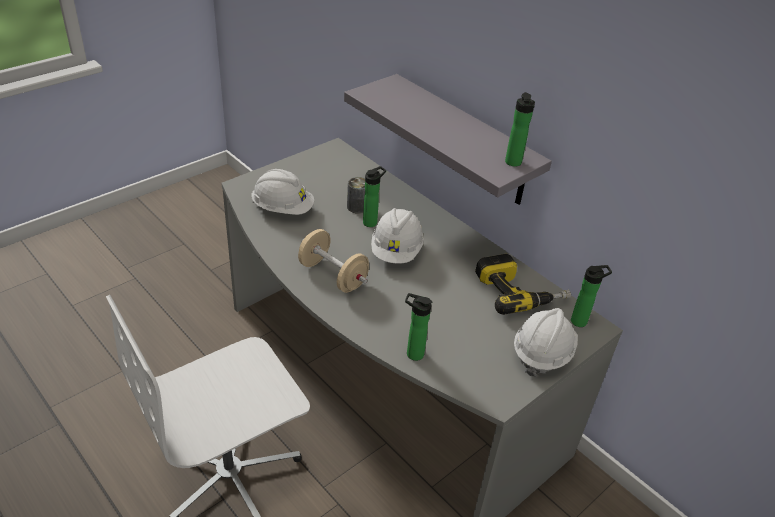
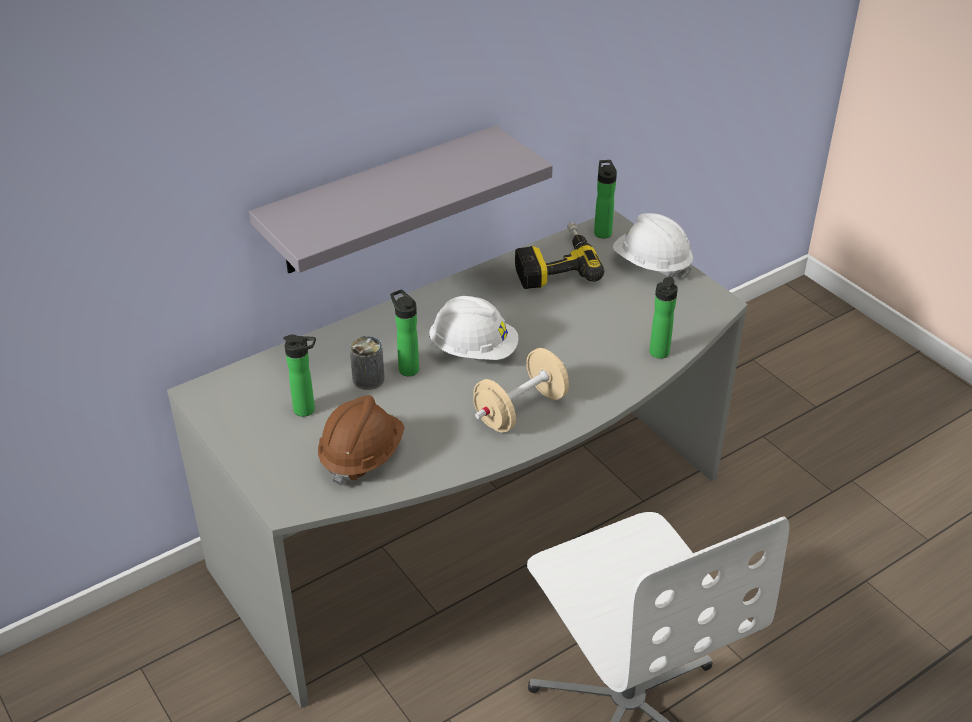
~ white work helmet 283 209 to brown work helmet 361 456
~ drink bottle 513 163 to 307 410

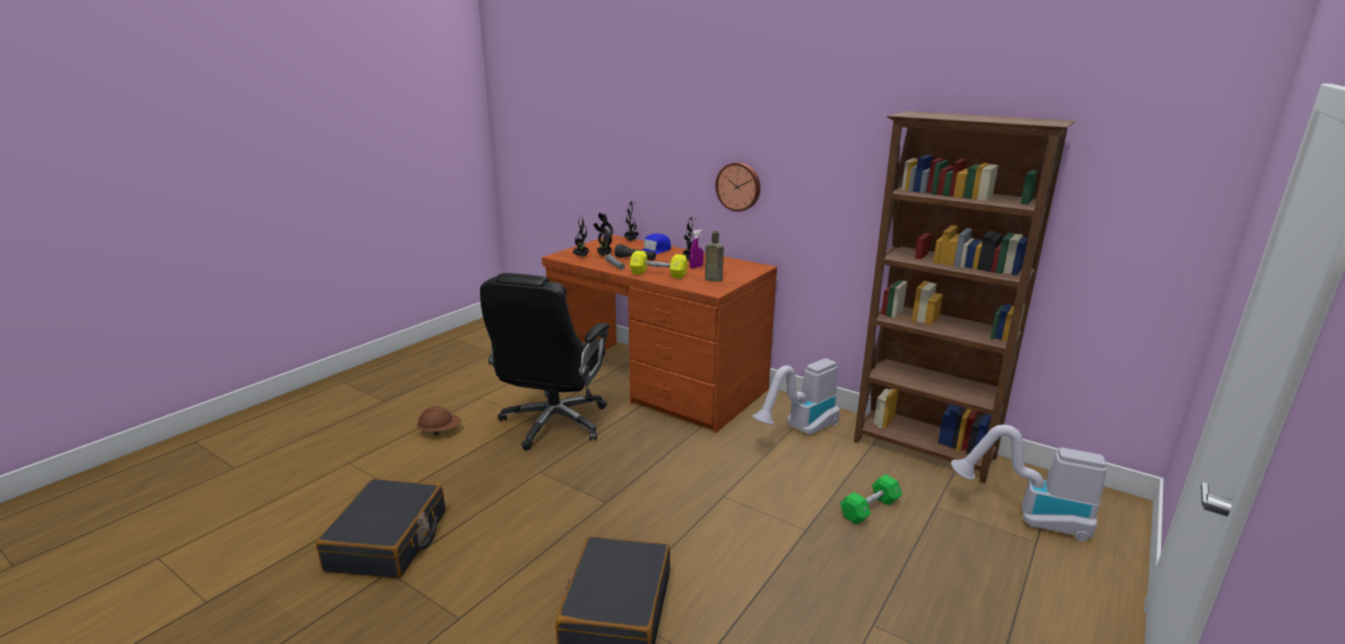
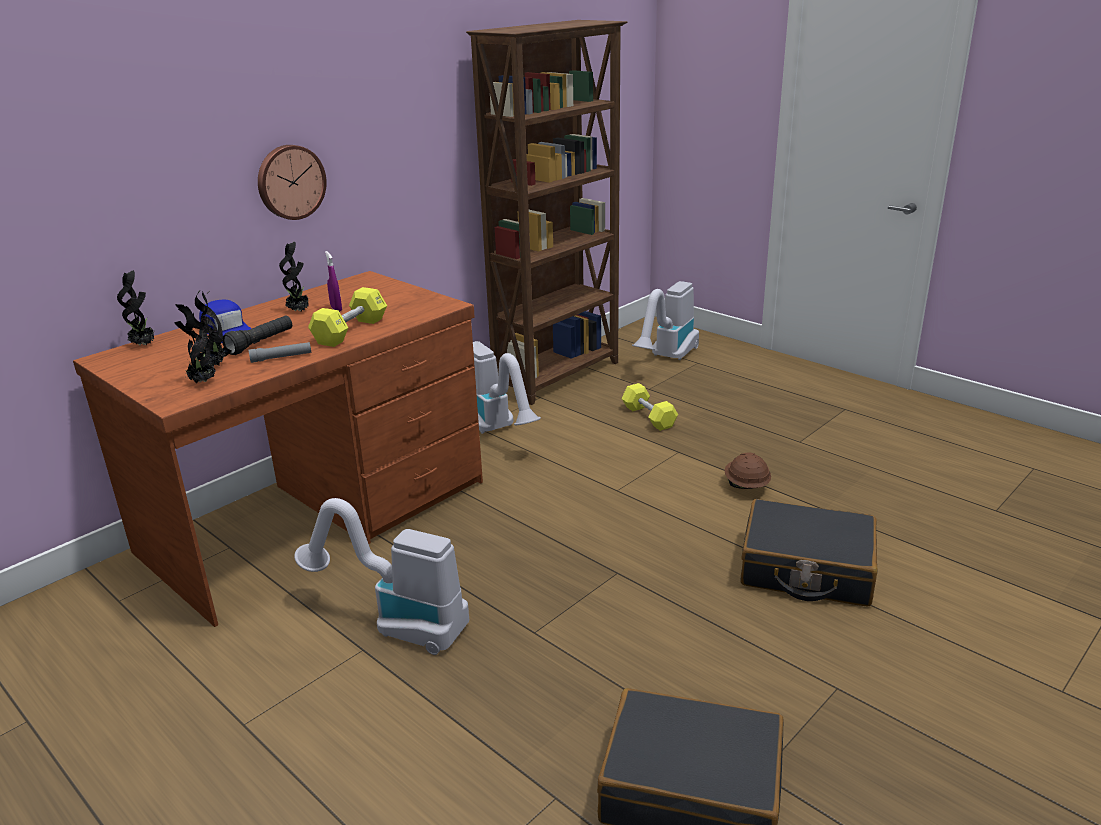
~ brown work helmet 440 432 to 746 486
~ blackish computer chair 553 423 to vacuum 395 622
- brown drink bottle 712 279
~ green-coloured hand weight 869 509 to yellow hand weight 649 417

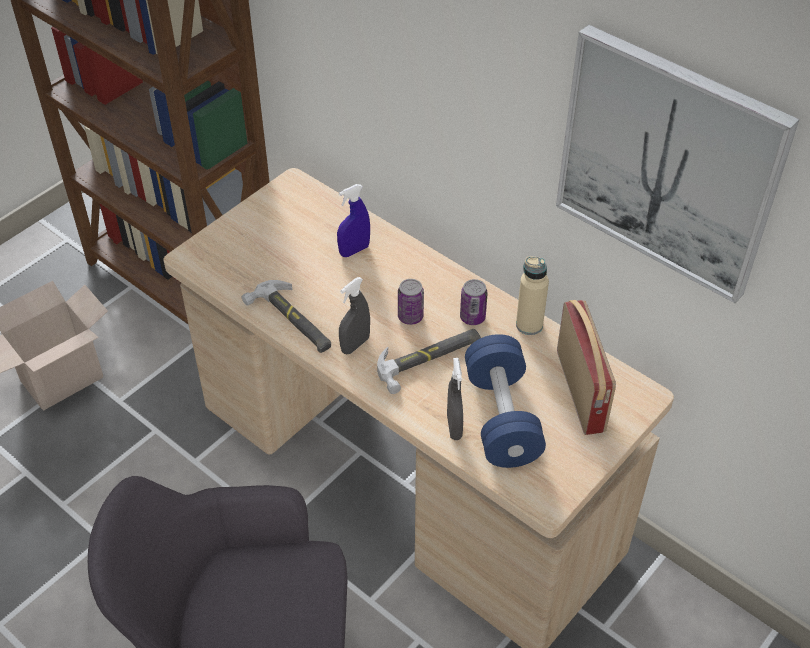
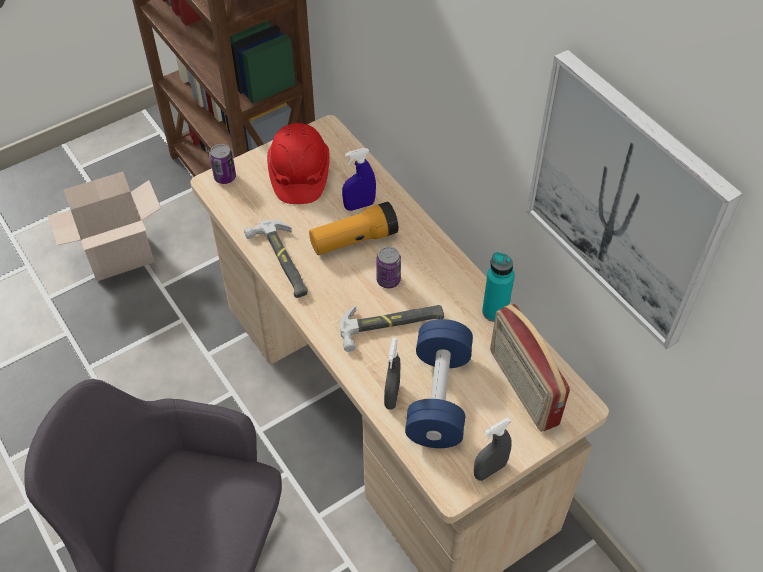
~ greyish spray bottle 355 345 to 489 470
~ can 472 317 to 225 177
~ beige-coloured drink bottle 529 325 to turquoise-coloured drink bottle 495 311
~ radio receiver 581 391 = 522 388 150 degrees clockwise
+ reddish work helmet 299 174
+ flashlight 354 240

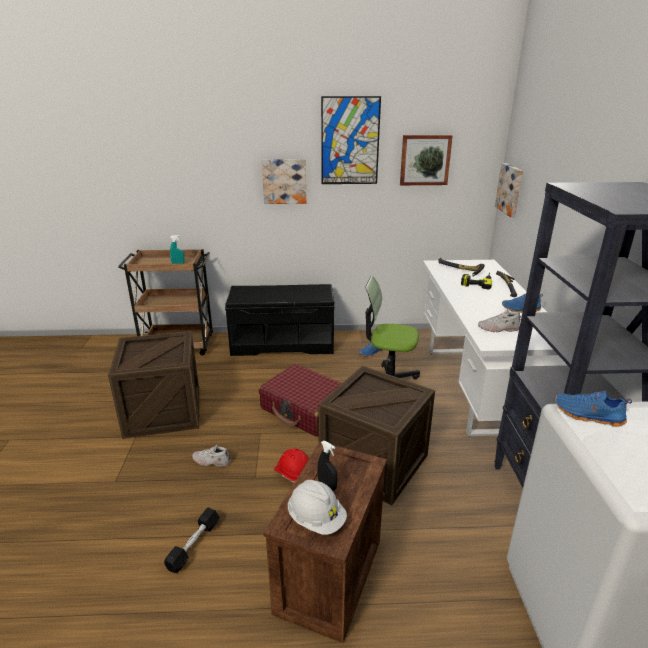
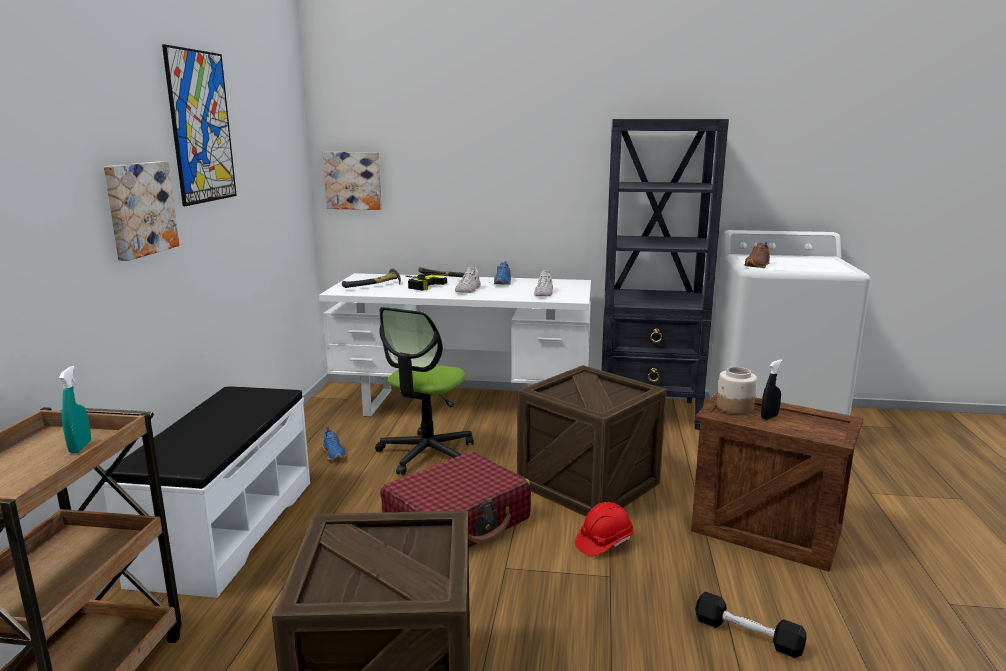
~ white item of footwear 211 461 to 468 290
~ blackish bench 282 343 to white bench 226 529
- white work helmet 316 519
- wall art 425 160
~ blue item of footwear 588 416 to brown item of footwear 758 266
+ preserve jar 735 407

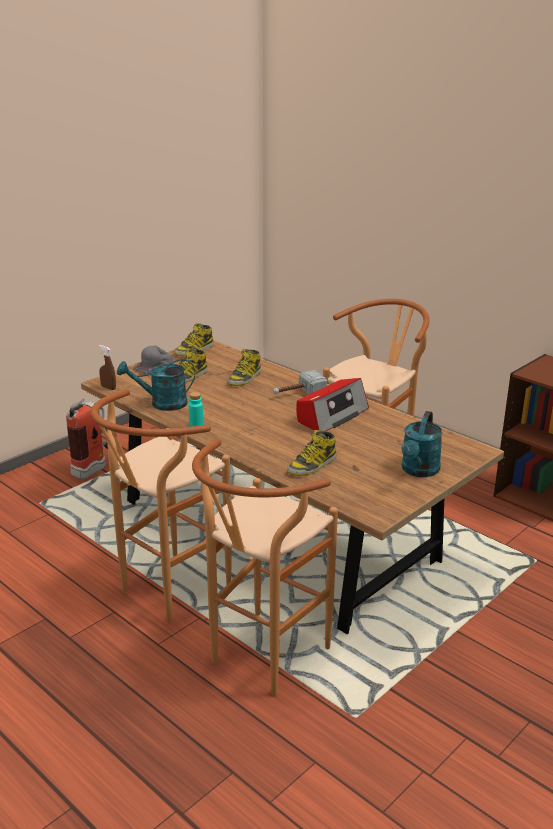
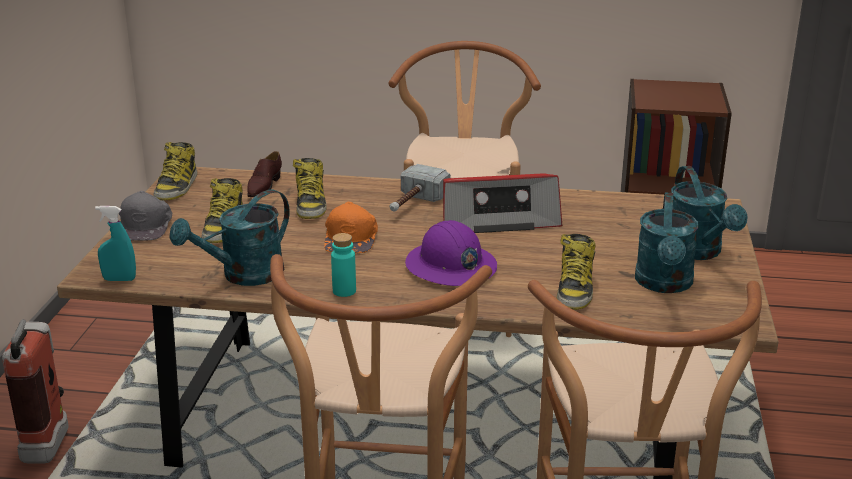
~ brown spray bottle 108 388 to turquoise-coloured spray bottle 119 279
~ radio receiver 331 415 = 498 219 75 degrees clockwise
+ brown item of footwear 263 186
+ orange-coloured peaked cap 352 237
+ purplish work helmet 450 267
+ turquoise-coloured sprinkling can 664 284

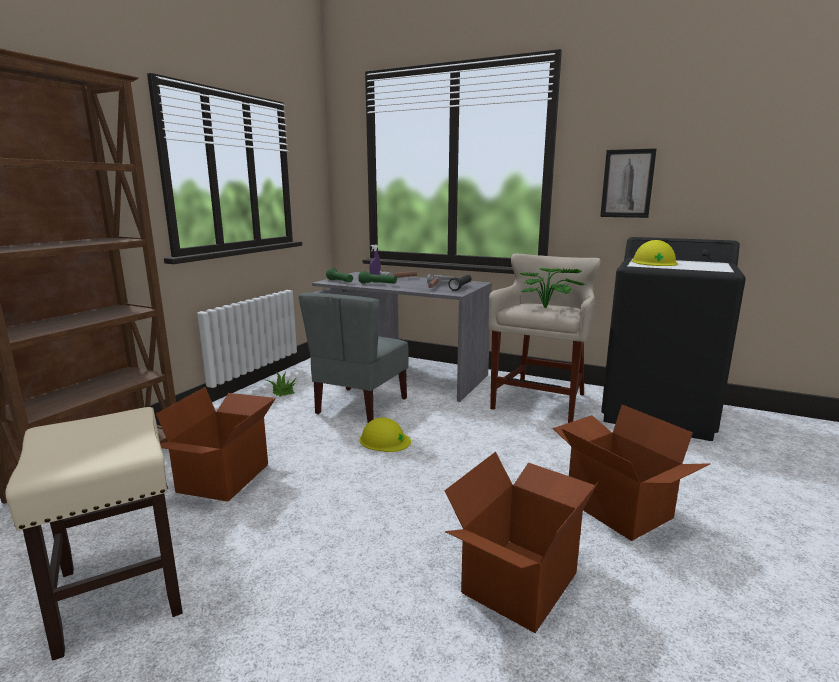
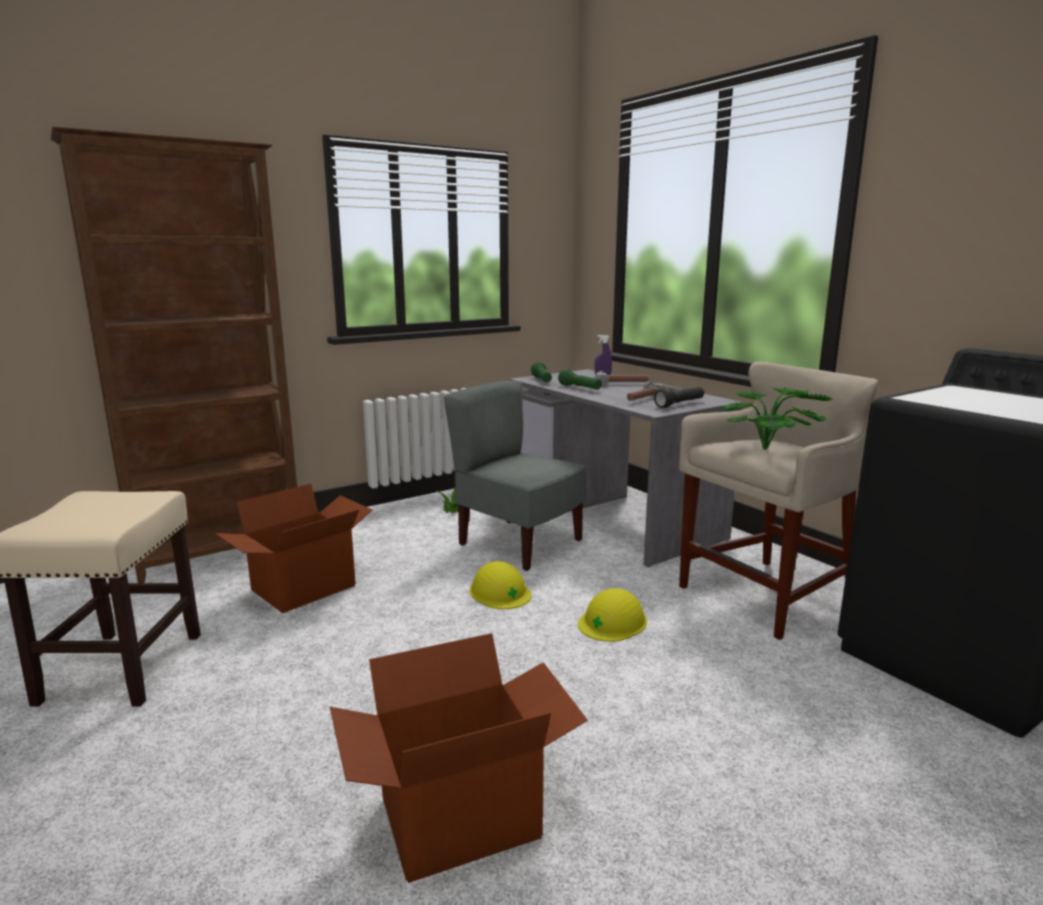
~ greyish chair 360 406 = 518 543 75 degrees clockwise
- carton 617 509
- wall art 627 183
~ yellow work helmet 654 262 to 612 622

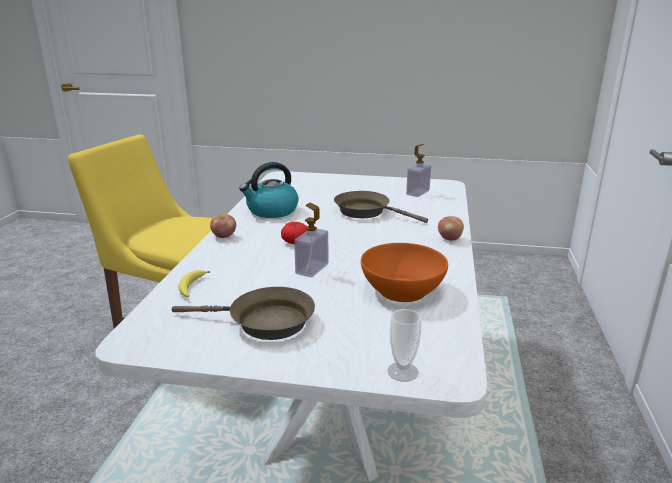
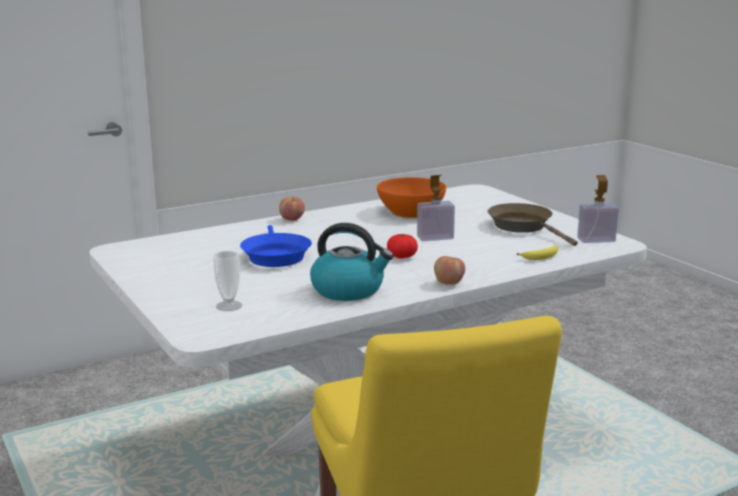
~ brown frying pan 366 212 to blue frying pan 275 256
~ cup 402 372 to 229 306
~ soap dispenser 417 192 to 596 240

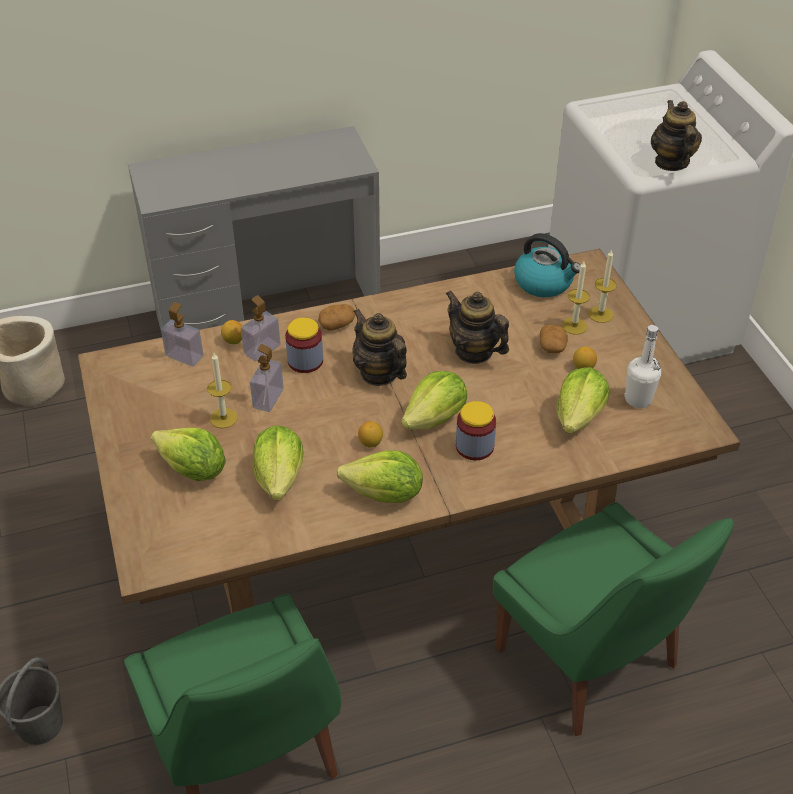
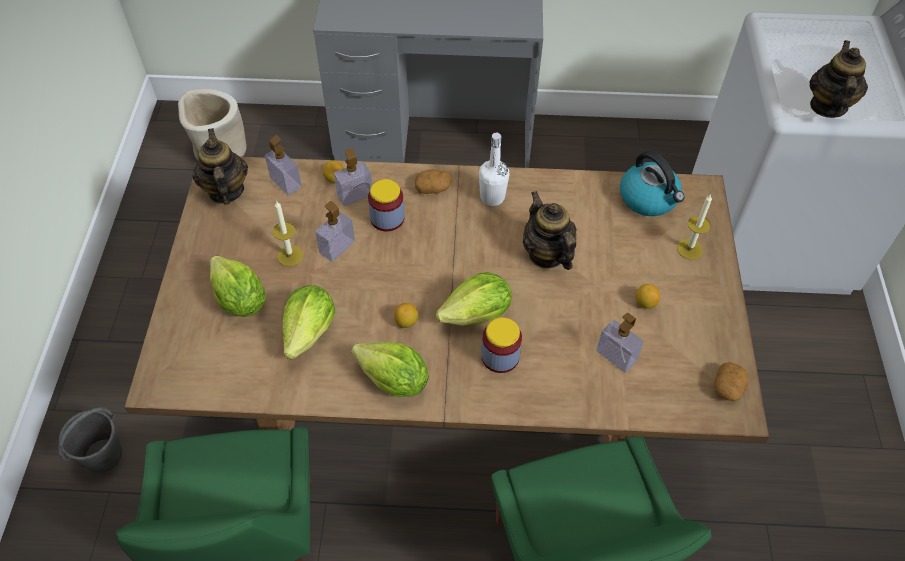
~ pot for tea 379 373 to 225 191
~ spud 552 347 to 728 388
~ lettuce 579 416 to soap dispenser 616 356
- candle 574 326
~ white drink bottle 638 399 to 492 197

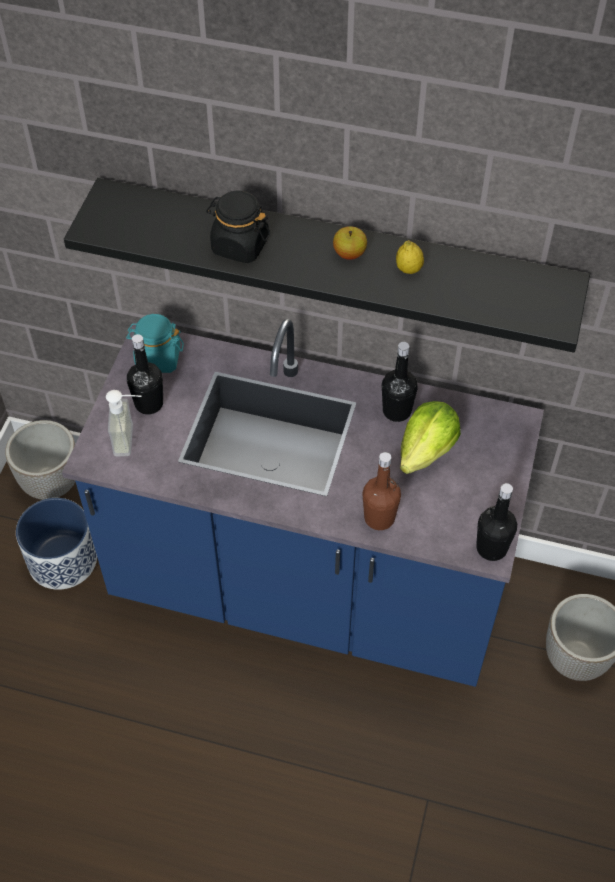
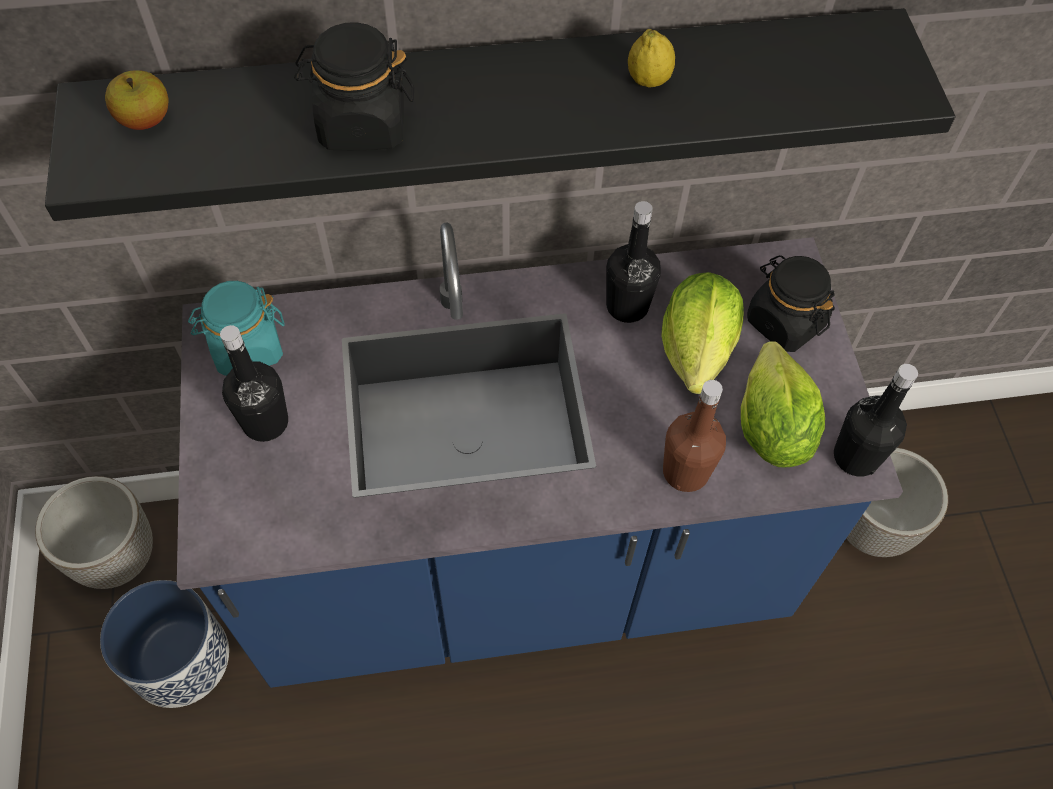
- soap dispenser 132 439
~ whole apple 349 254 to 145 120
+ lettuce 771 429
+ blackish preserve jar 784 322

